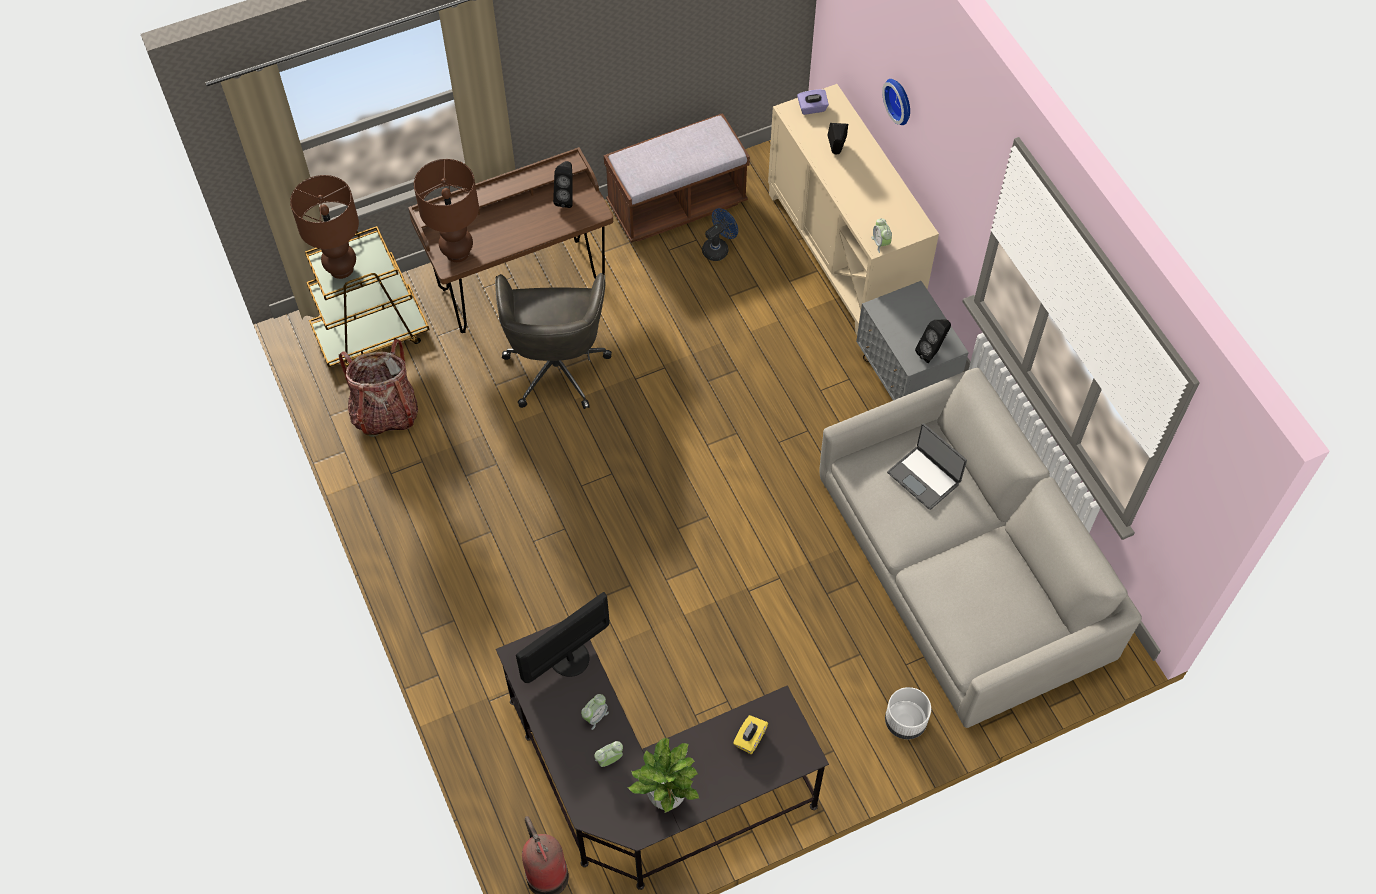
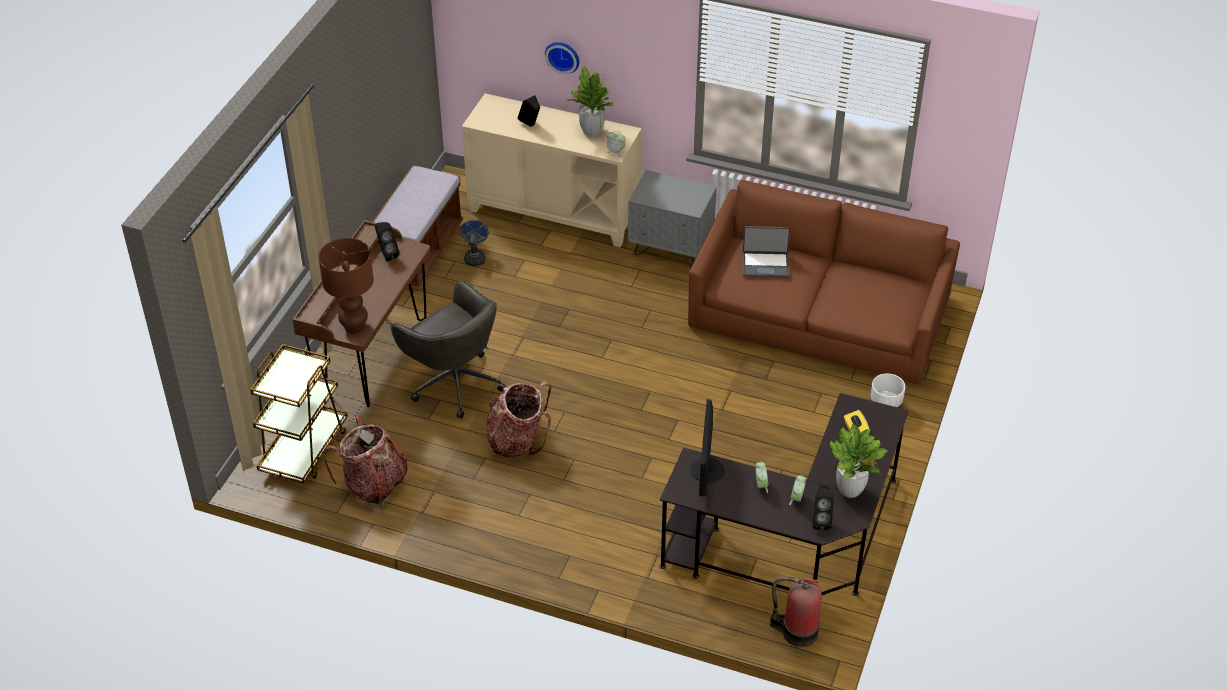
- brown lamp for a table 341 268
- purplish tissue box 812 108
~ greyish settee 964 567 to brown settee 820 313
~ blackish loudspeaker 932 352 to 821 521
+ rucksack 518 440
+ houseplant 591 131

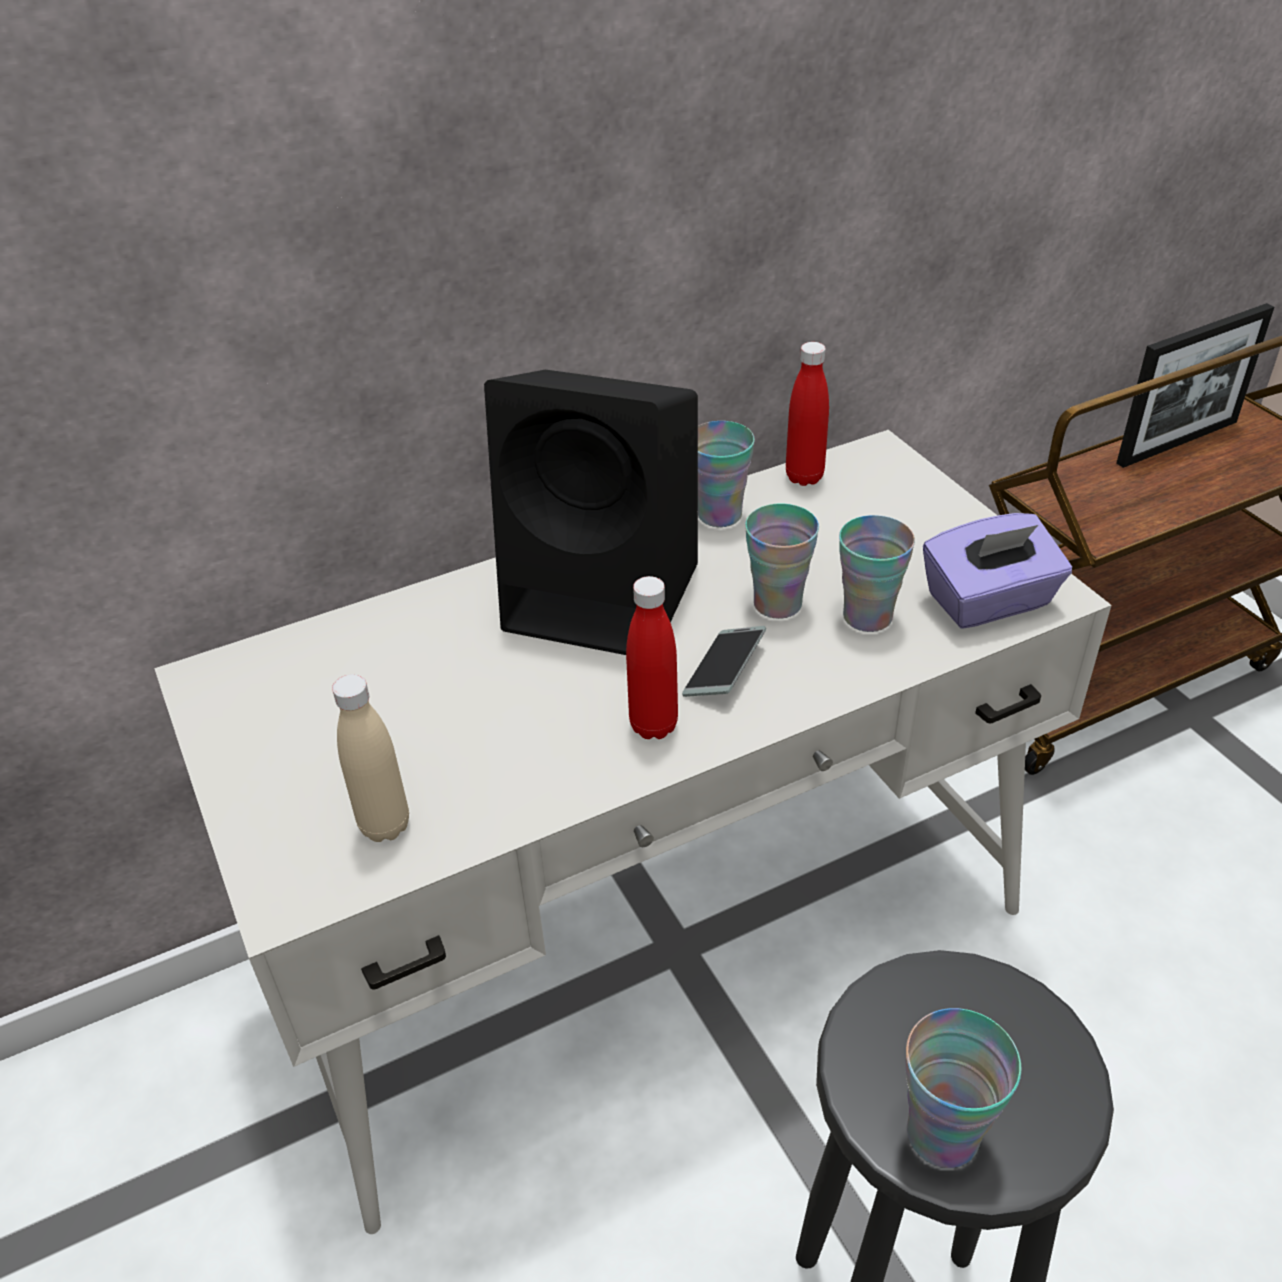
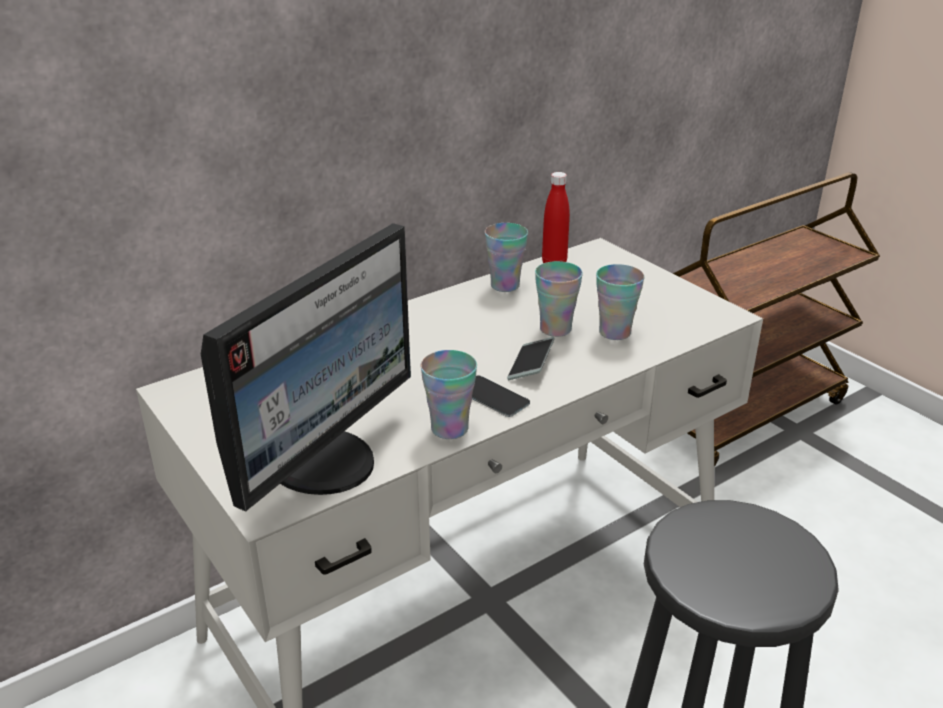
~ beige-coloured drink bottle 385 825 to computer display 325 462
- blackish loudspeaker 608 596
~ reddish drink bottle 653 725 to handset 492 397
~ cup 943 1134 to 449 428
- purplish tissue box 989 602
- photo frame 1177 442

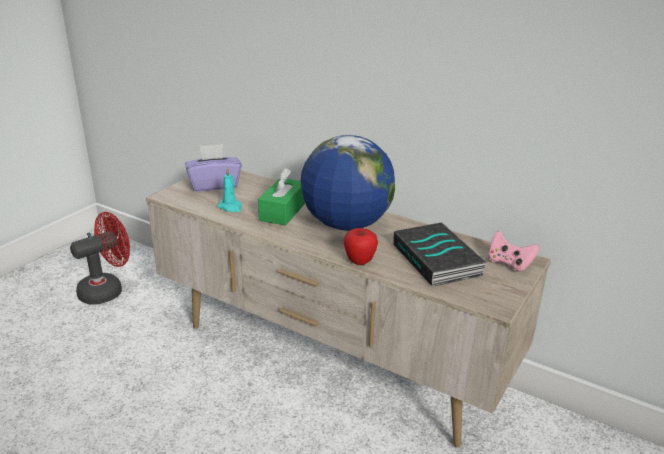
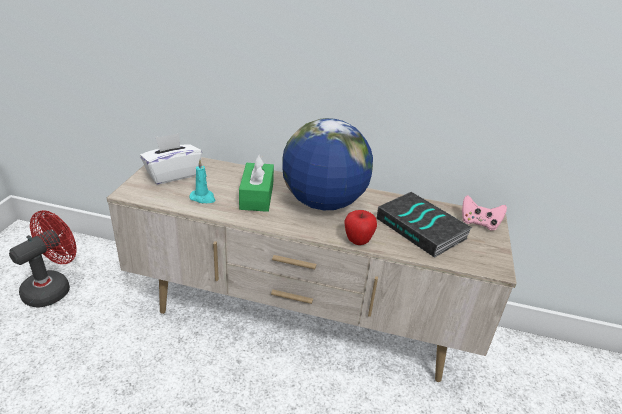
~ purplish tissue box 214 185 to white tissue box 172 174

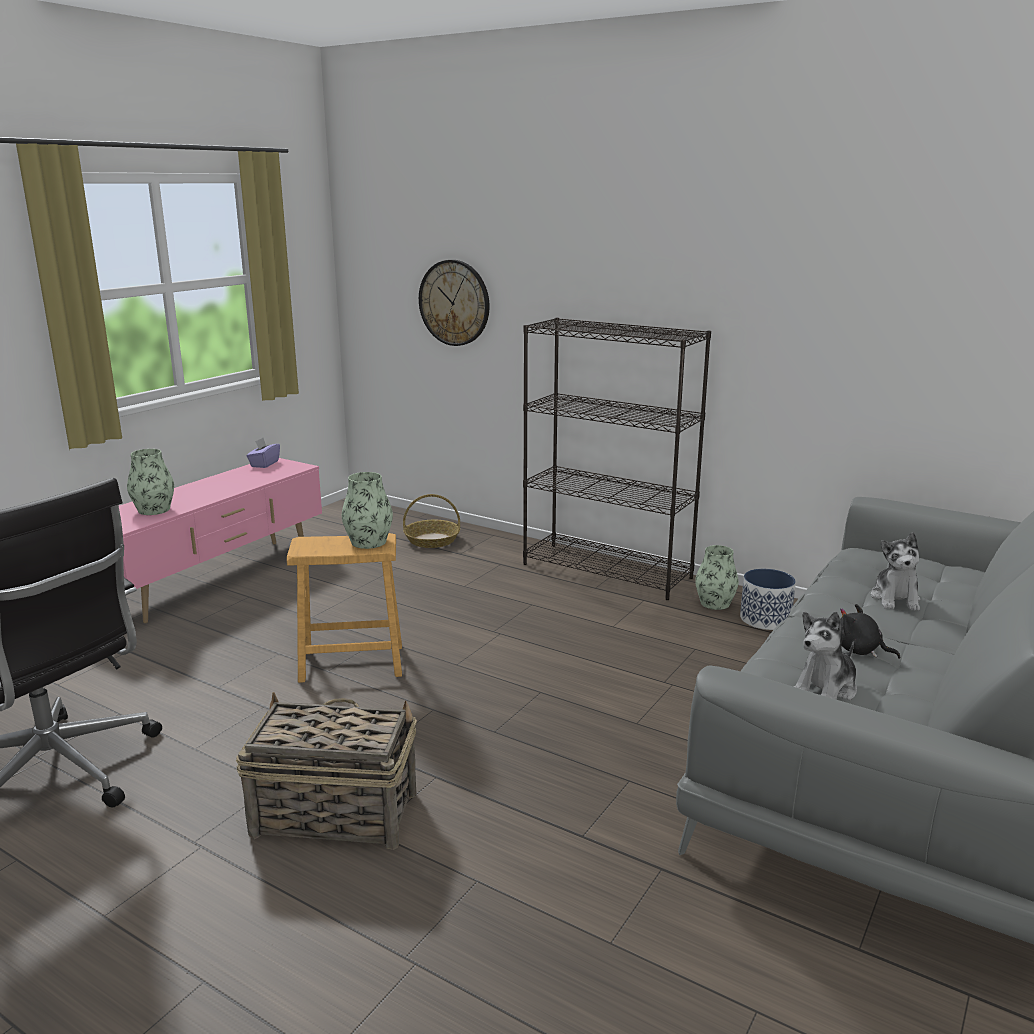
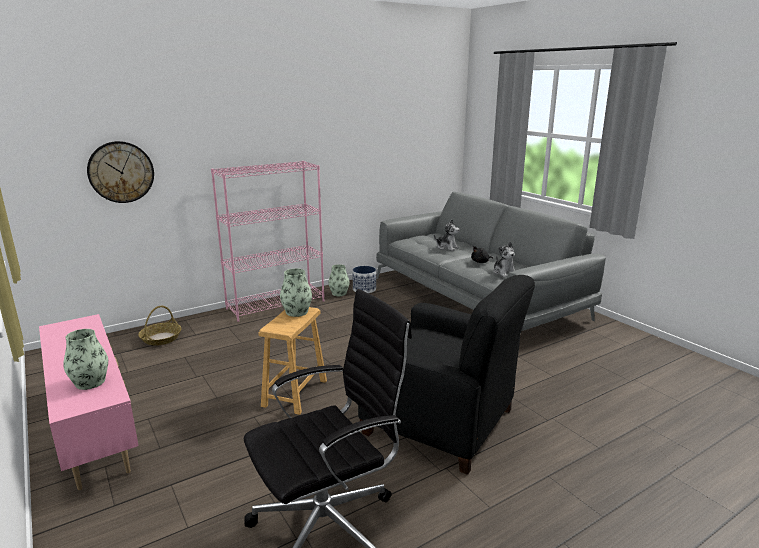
~ basket 333 813 to blackish easy chair 441 422
- purplish tissue box 264 464
~ blackish bookcase 607 571 to pink-coloured bookcase 276 304

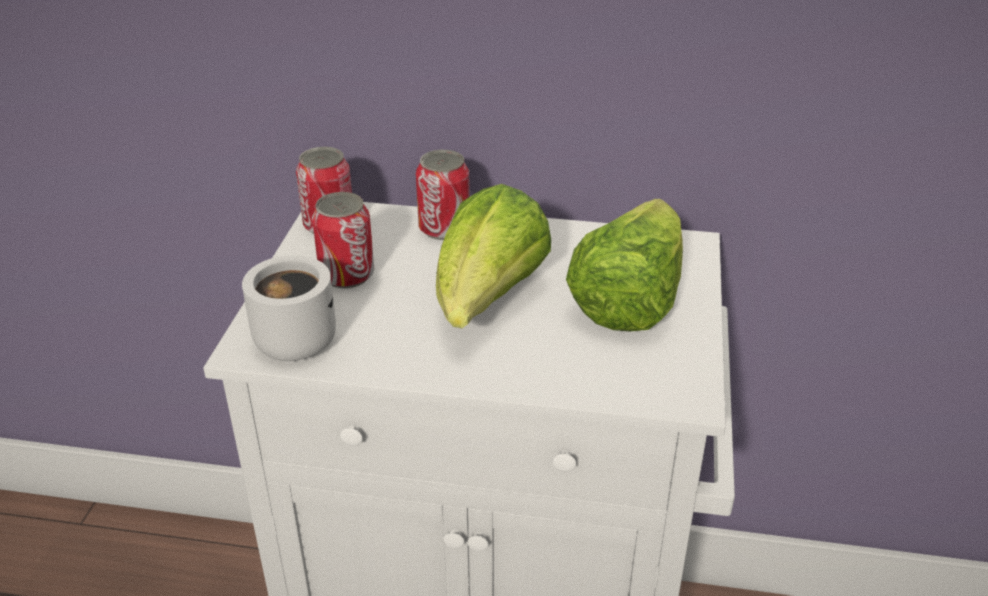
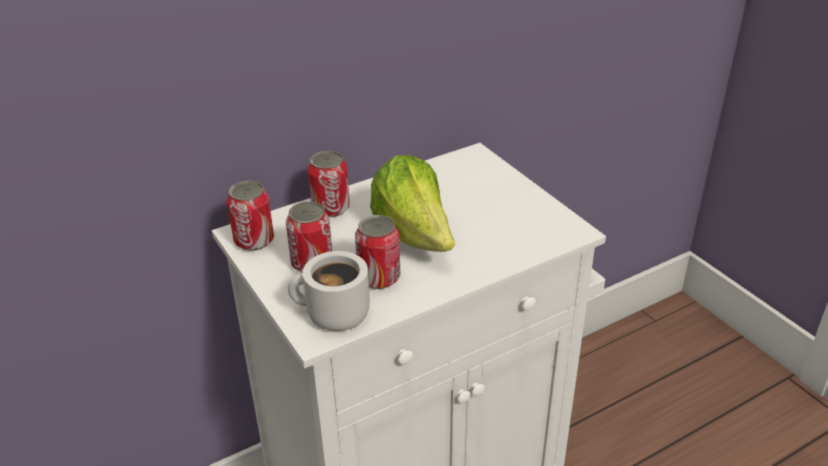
- lettuce 629 300
+ can 379 277

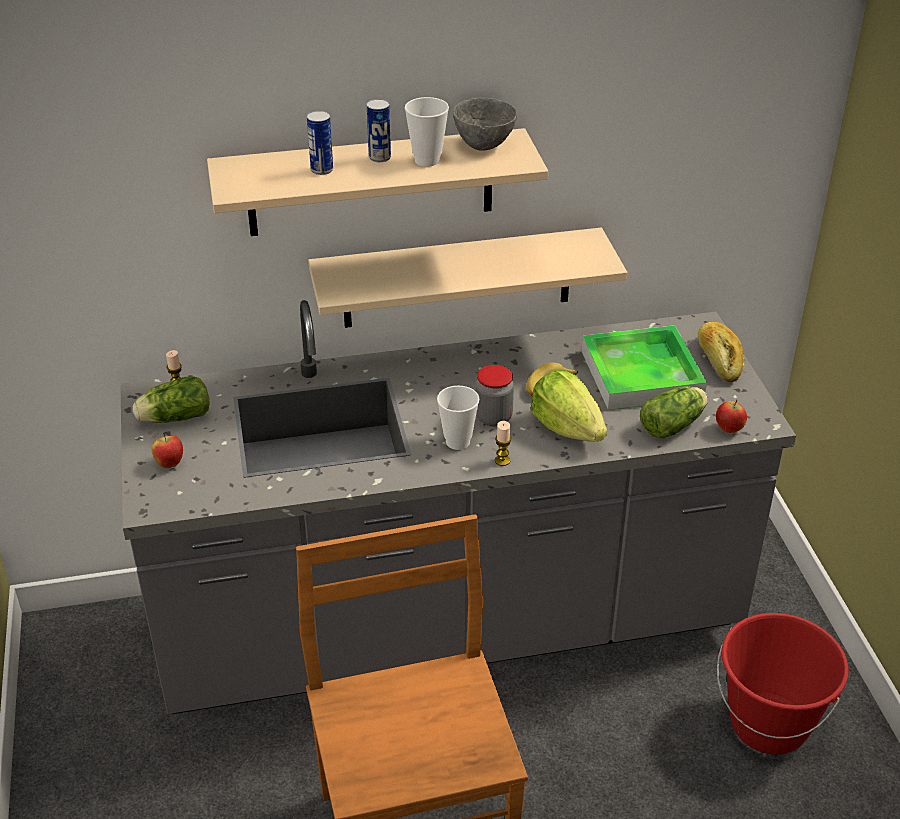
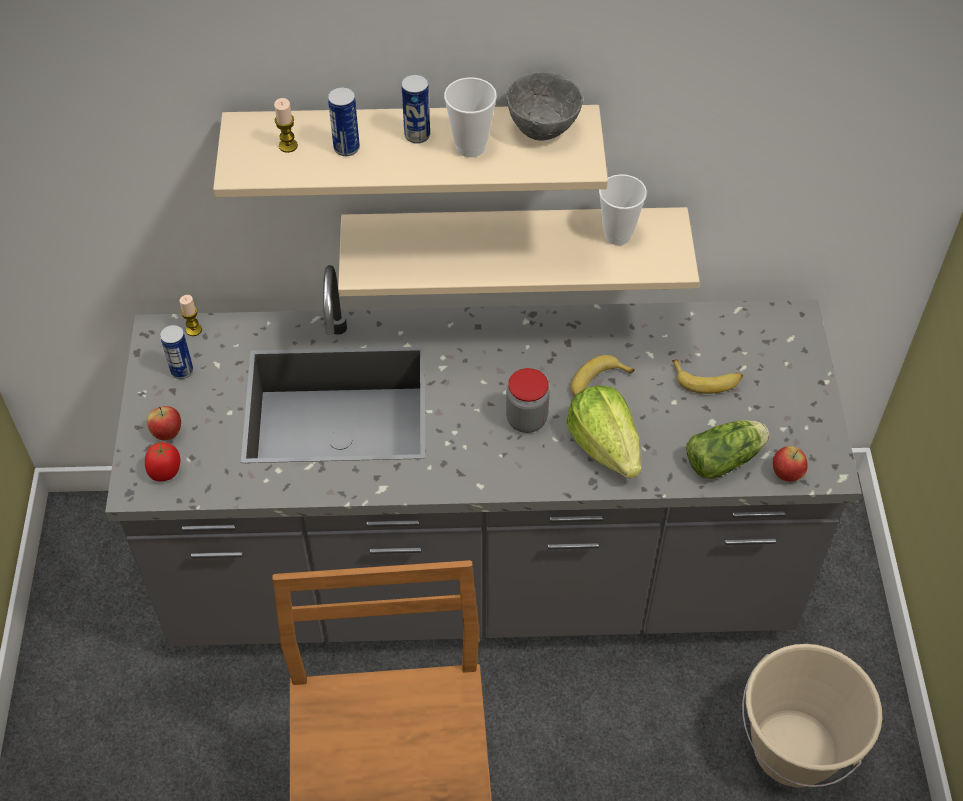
~ lettuce 173 418 to can 182 371
~ cup 457 442 to 617 235
~ candle 502 460 to 288 146
~ carrying tray 641 374 to banana 707 380
- bakery bread 718 360
~ reddish water bucket 769 725 to beige-coloured water bucket 794 749
+ fresh tomato 166 472

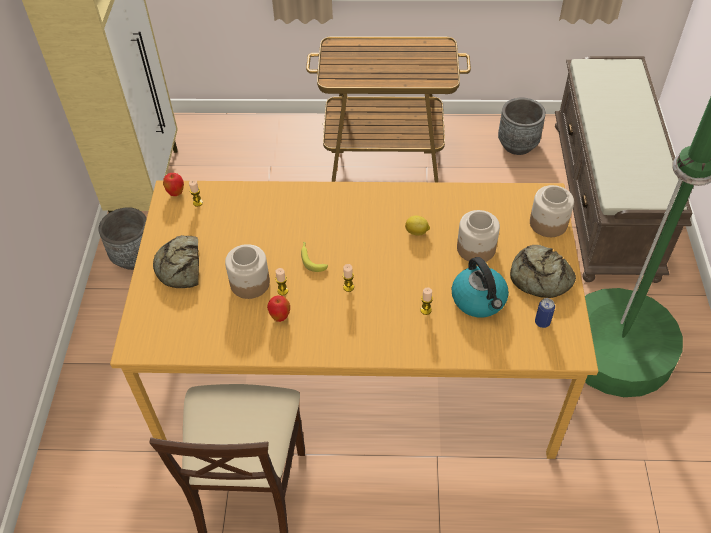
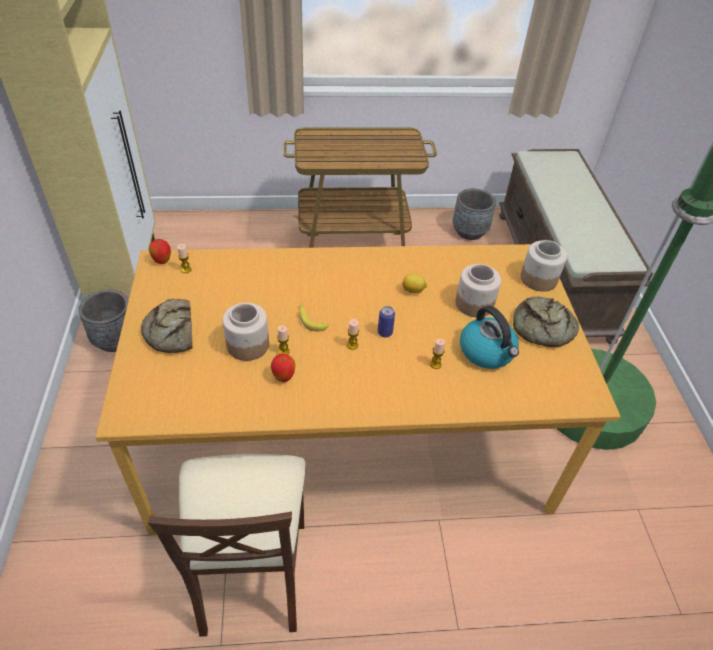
~ can 542 322 to 385 332

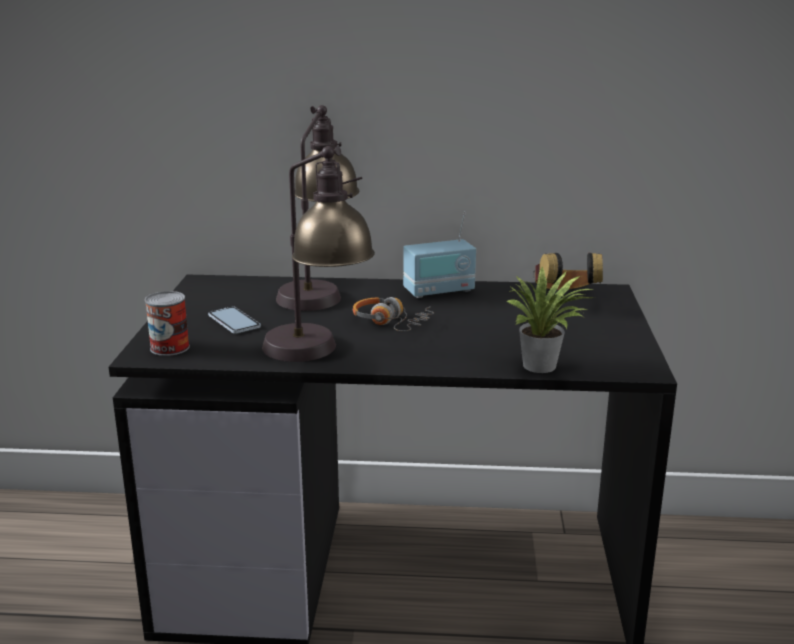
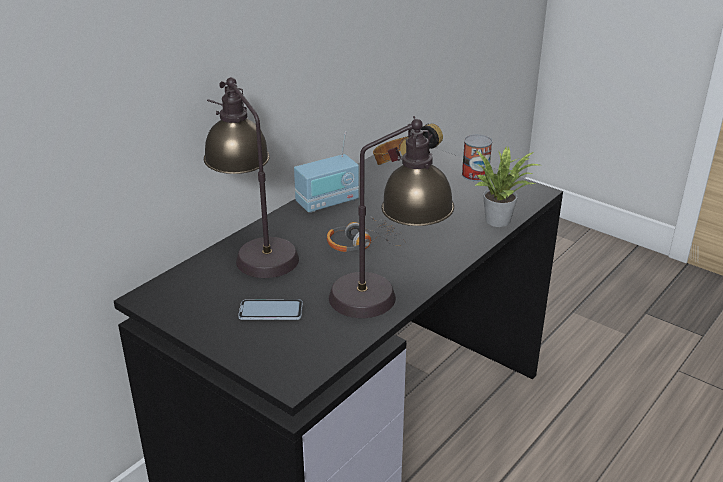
~ can 170 347 to 475 175
~ radio receiver 439 291 = 327 202 45 degrees clockwise

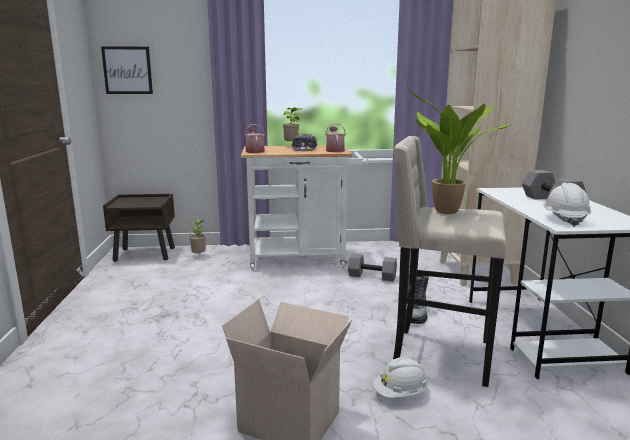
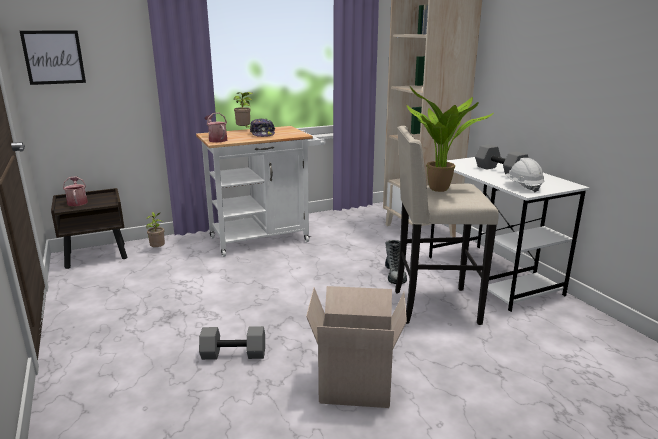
~ sprinkling can 335 150 to 77 202
~ greyish hand weight 372 276 to 234 354
- white work helmet 400 393

